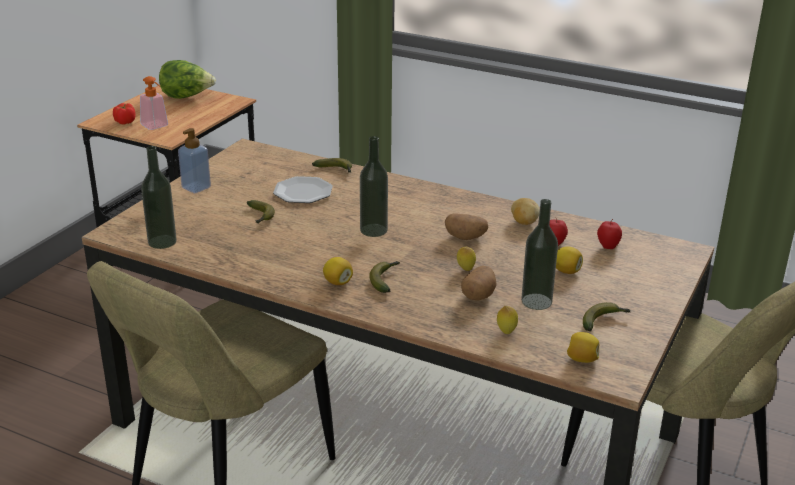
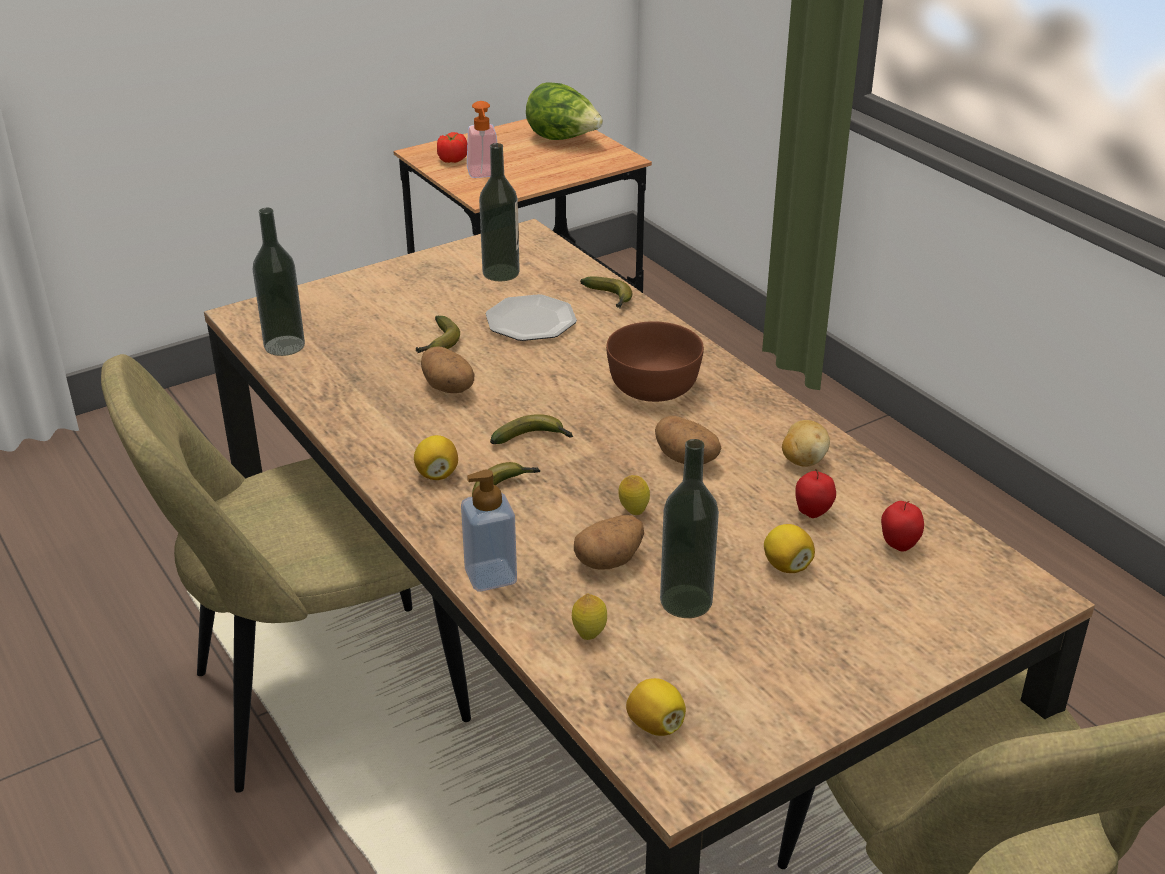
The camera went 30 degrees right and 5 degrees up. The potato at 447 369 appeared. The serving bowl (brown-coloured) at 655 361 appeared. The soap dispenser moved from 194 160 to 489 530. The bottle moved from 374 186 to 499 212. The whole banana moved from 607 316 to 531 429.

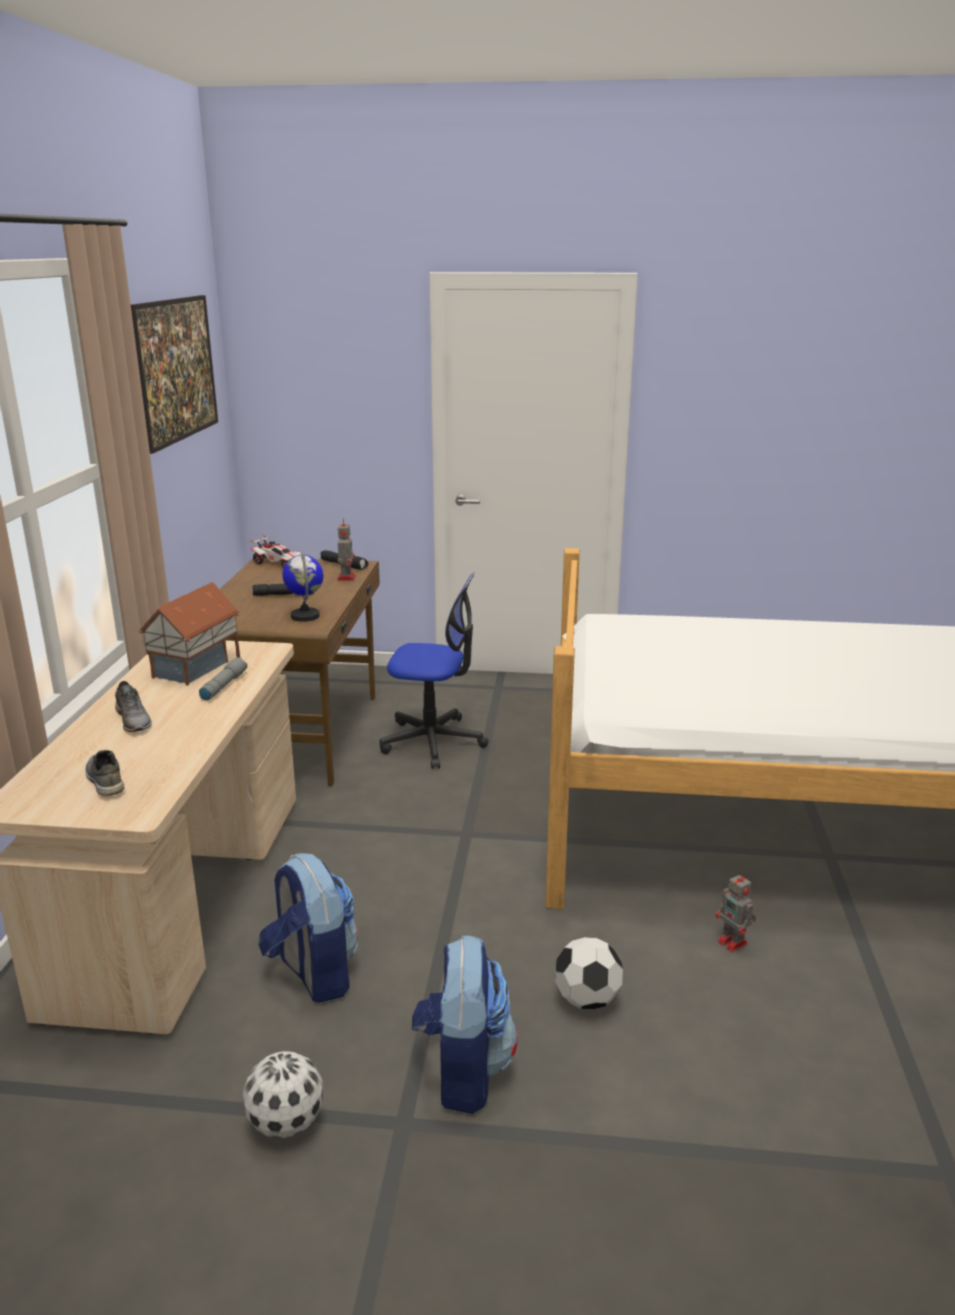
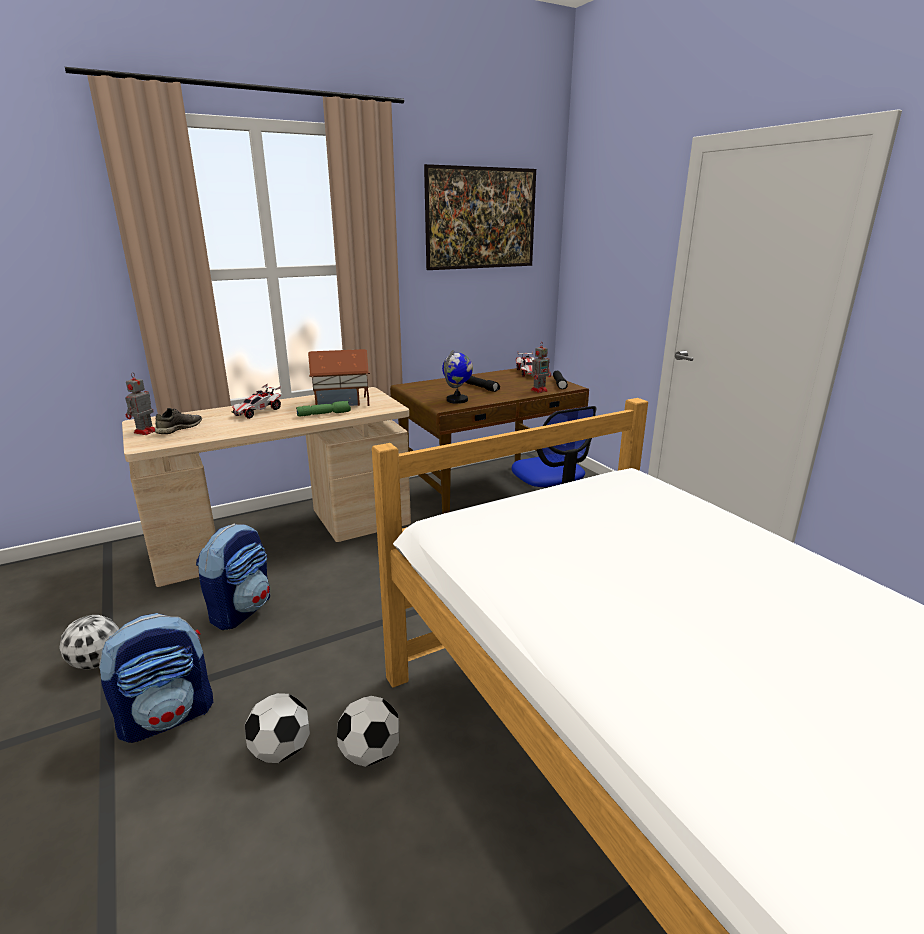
The camera went 55 degrees right and 0 degrees up. The football ball at 368 731 appeared. The model robot moved from 736 911 to 140 403. The item of footwear (grey) at 133 706 was replaced by the model car at 256 401. The hand torch (grey) at 223 678 became the hand torch (green-coloured) at 323 408.

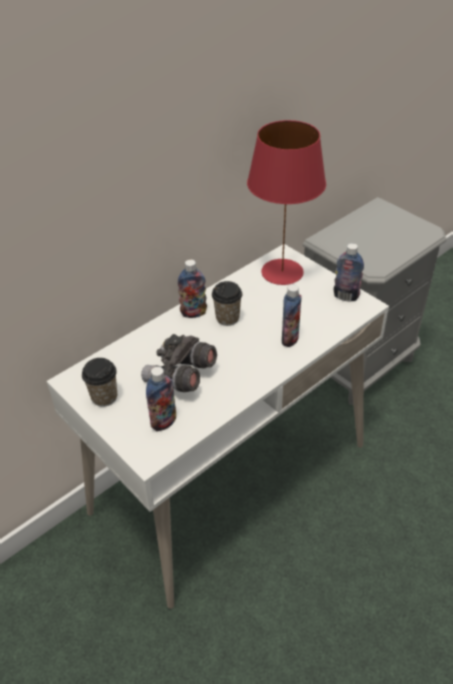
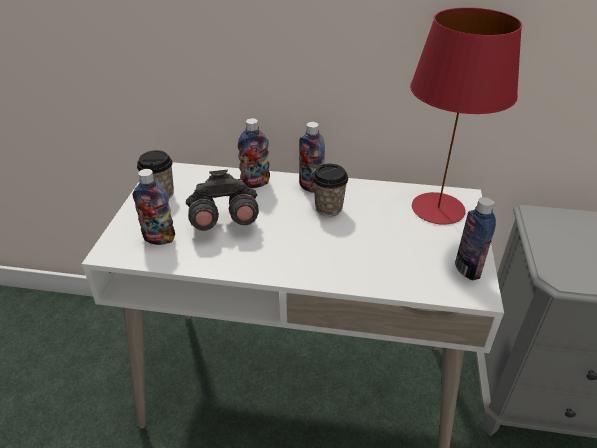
The camera went 50 degrees right and 5 degrees down. The bottle moved from 292 316 to 254 153.

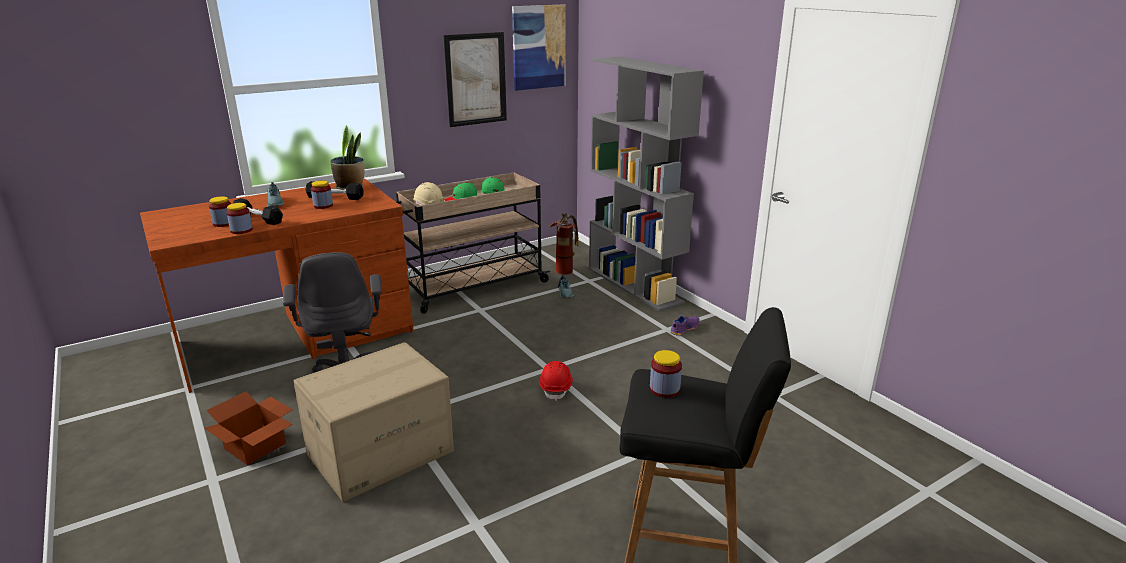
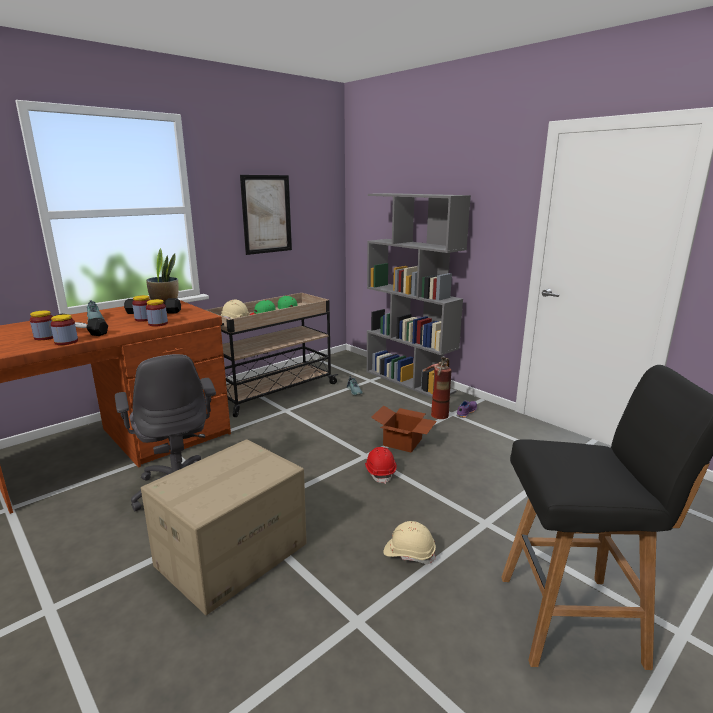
The camera went 10 degrees left and 5 degrees down. The wall picture at 539 47 disappeared. The safety helmet (sand-coloured) at 409 542 appeared. The packing box moved from 248 428 to 404 428. The fire-fighting cylinder moved from 564 244 to 437 387. The storage jar moved from 666 374 to 157 313.

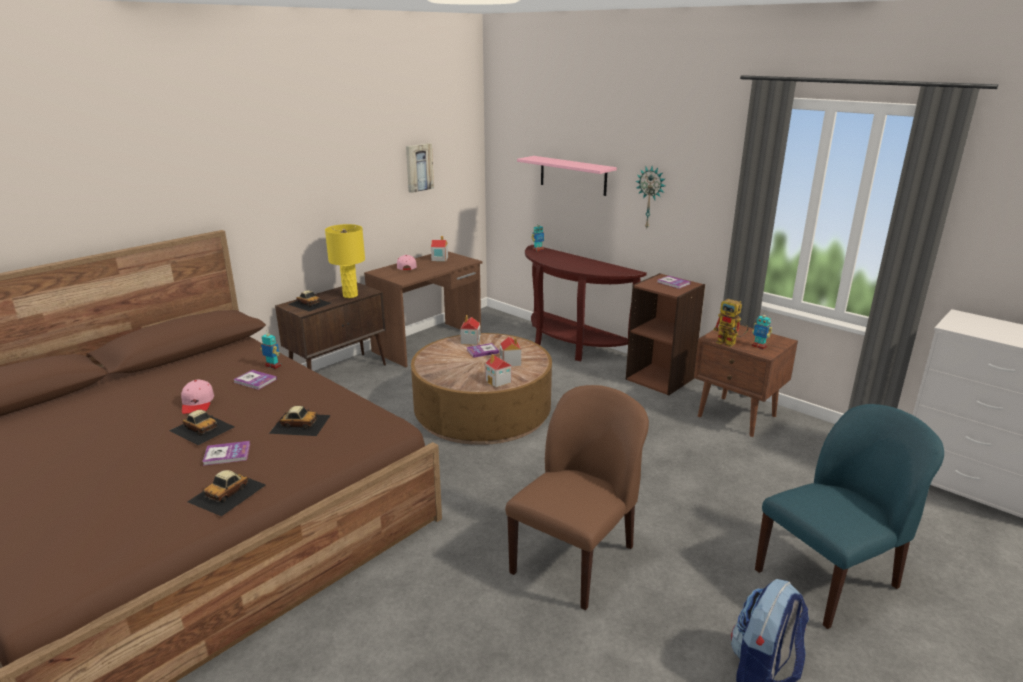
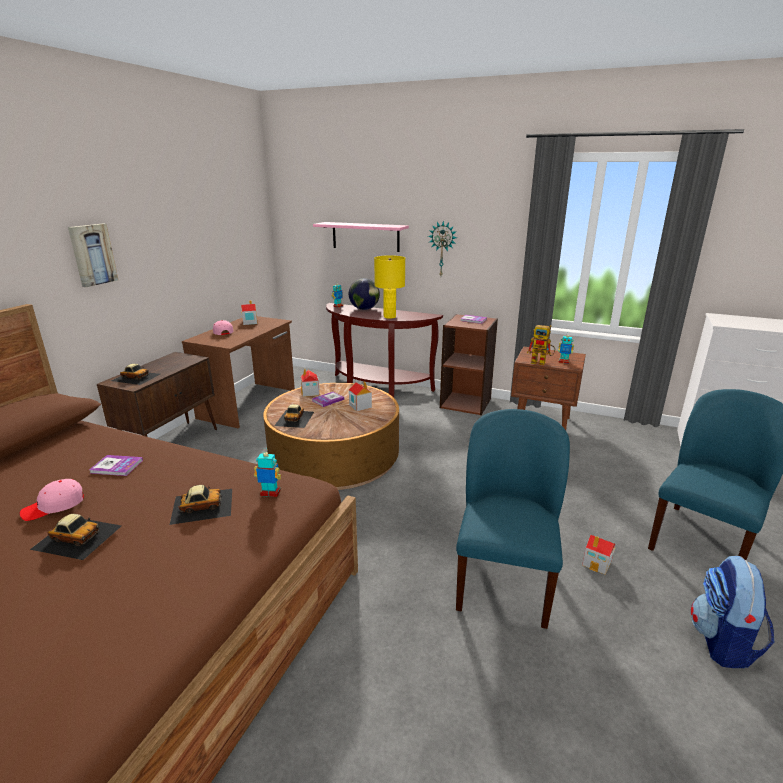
The camera went 20 degrees left and 0 degrees up. The bound book at 226 453 disappeared. The globe at 364 294 appeared. The model car moved from 226 493 to 294 416. The model robot moved from 271 350 to 267 472. The tabletop lamp (yellow-coloured) moved from 345 261 to 389 287. The wall picture moved from 420 168 to 93 255. The model house moved from 498 370 to 598 555. The plain chair (brown-coloured) at 577 497 became the plain chair (blue) at 513 519. The cap (pink) at 197 397 turned 90 degrees clockwise.

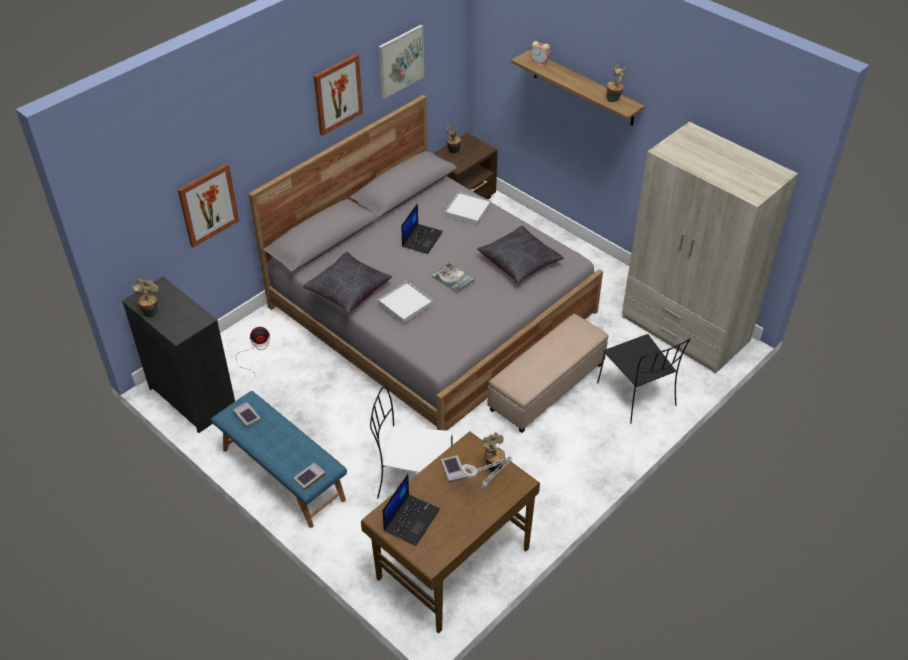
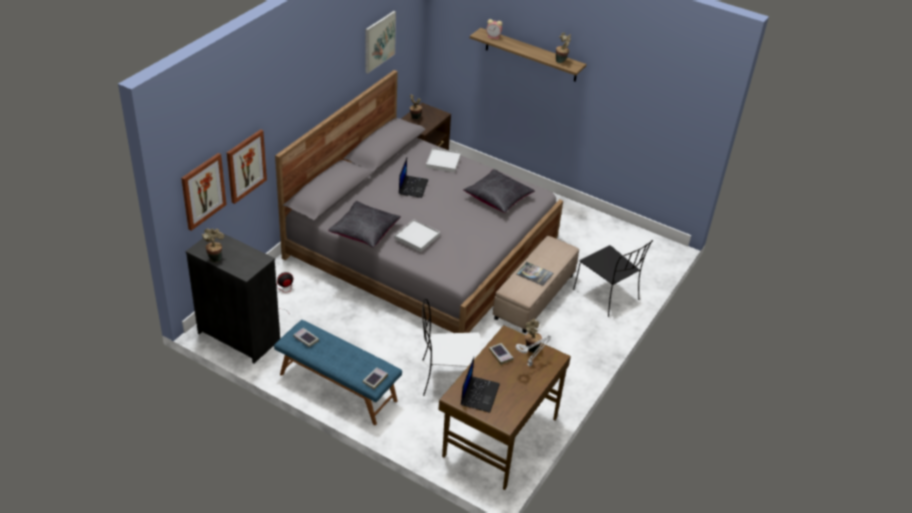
The camera went 15 degrees left and 5 degrees down. The clothes cupboard (sand-coloured) at 710 248 disappeared. The wall picture moved from 338 95 to 204 192. The bound book moved from 453 278 to 534 274.

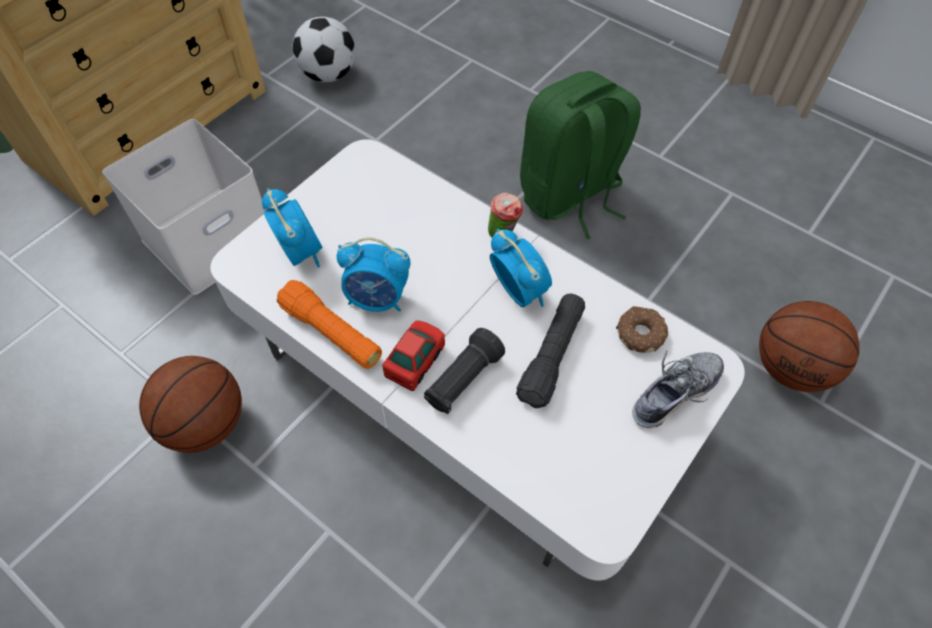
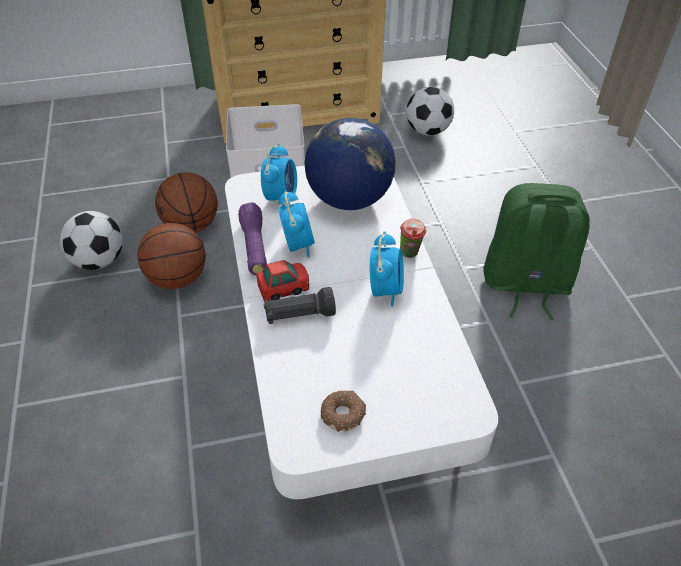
The camera went 40 degrees right and 10 degrees down. The hand torch (black-coloured) at 550 351 disappeared. The item of footwear at 678 389 disappeared. The football ball at 91 240 appeared. The globe at 350 164 appeared. The doughnut moved from 642 329 to 343 411. The ball for basketball moved from 809 346 to 186 202. The hand torch (orange) at 329 324 became the hand torch (purplish) at 252 239. The bedside clock at 373 274 turned 150 degrees counterclockwise.

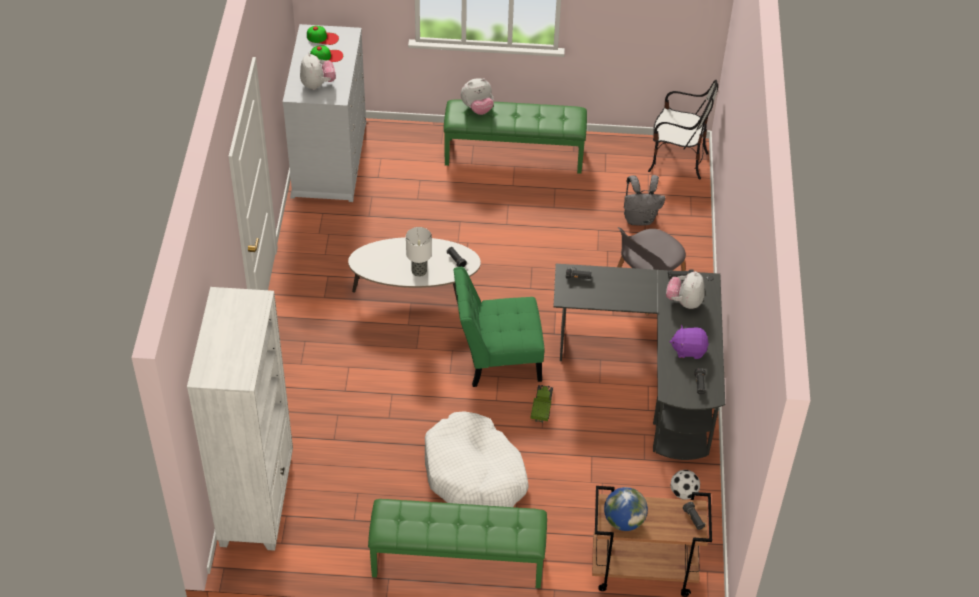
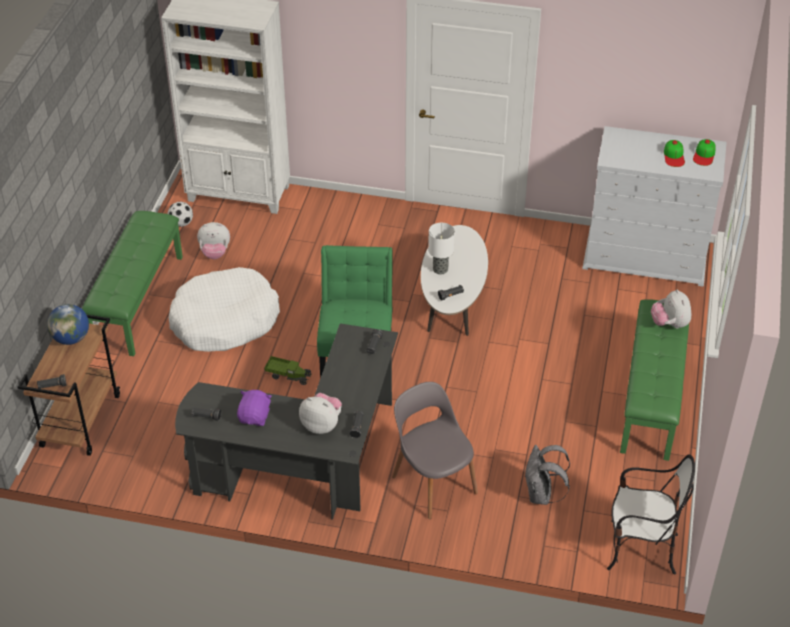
The camera went 100 degrees right and 5 degrees down. The plush toy moved from 318 71 to 213 240. The football ball moved from 685 485 to 180 214. The plain chair at 683 129 turned 105 degrees counterclockwise.

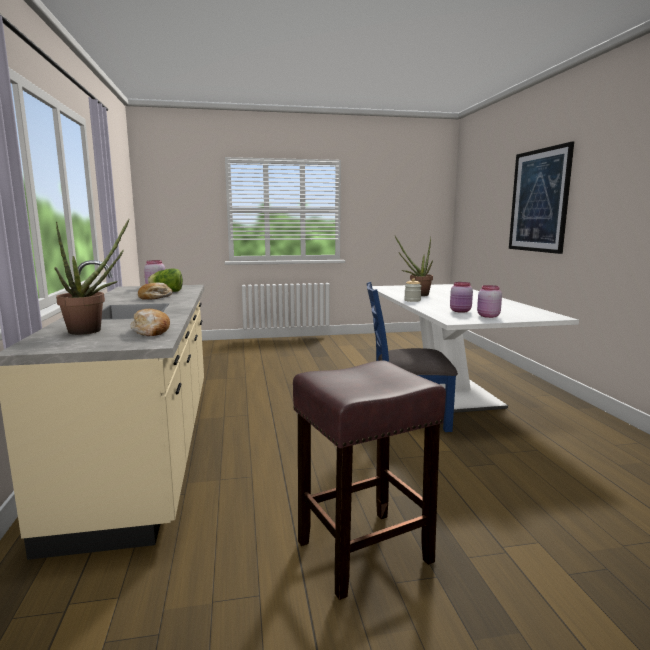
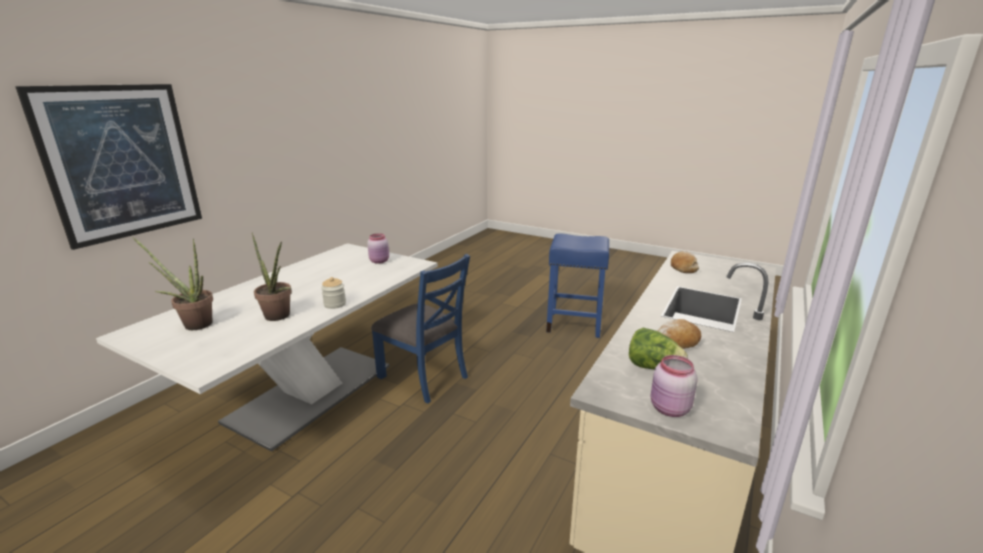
The camera went 140 degrees left and 10 degrees up. The storage jar (pink) at 461 297 disappeared. The potted plant moved from 91 277 to 172 283. The stool (brown-coloured) at 369 480 became the stool (blue) at 577 286.

